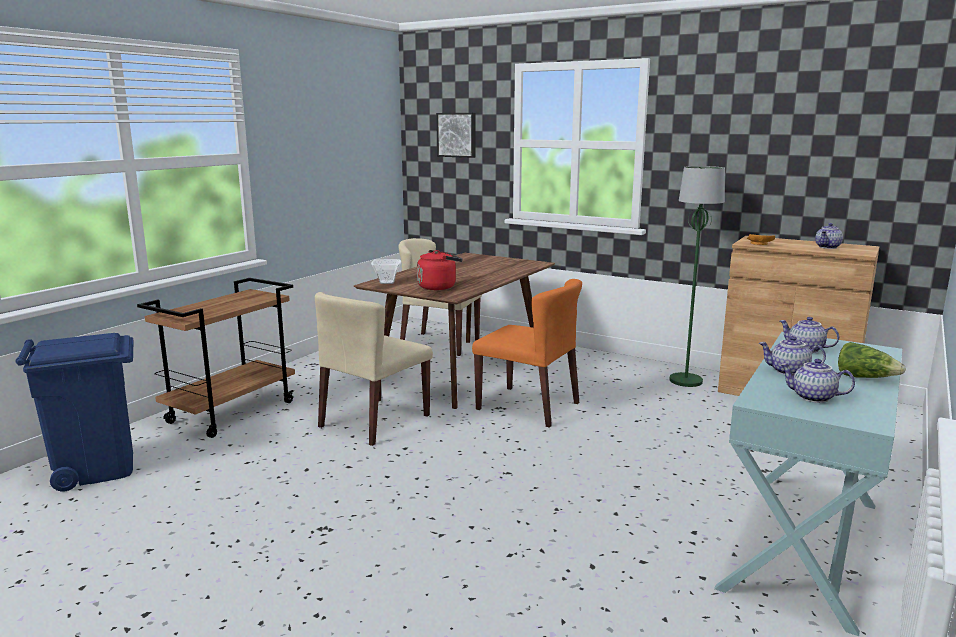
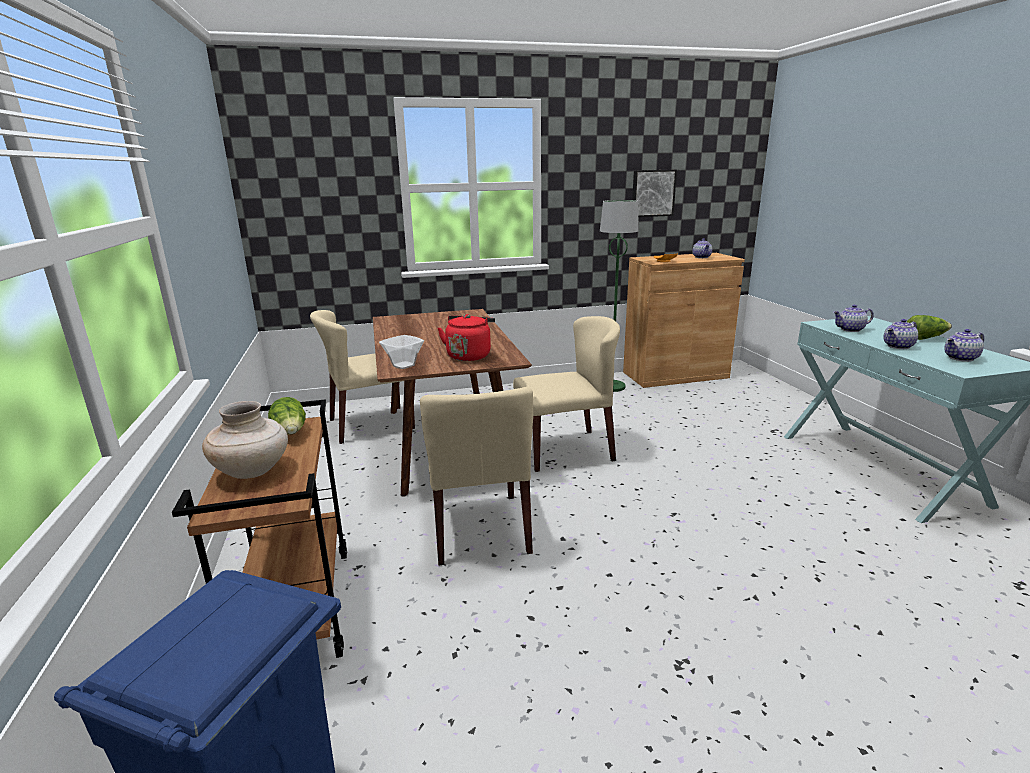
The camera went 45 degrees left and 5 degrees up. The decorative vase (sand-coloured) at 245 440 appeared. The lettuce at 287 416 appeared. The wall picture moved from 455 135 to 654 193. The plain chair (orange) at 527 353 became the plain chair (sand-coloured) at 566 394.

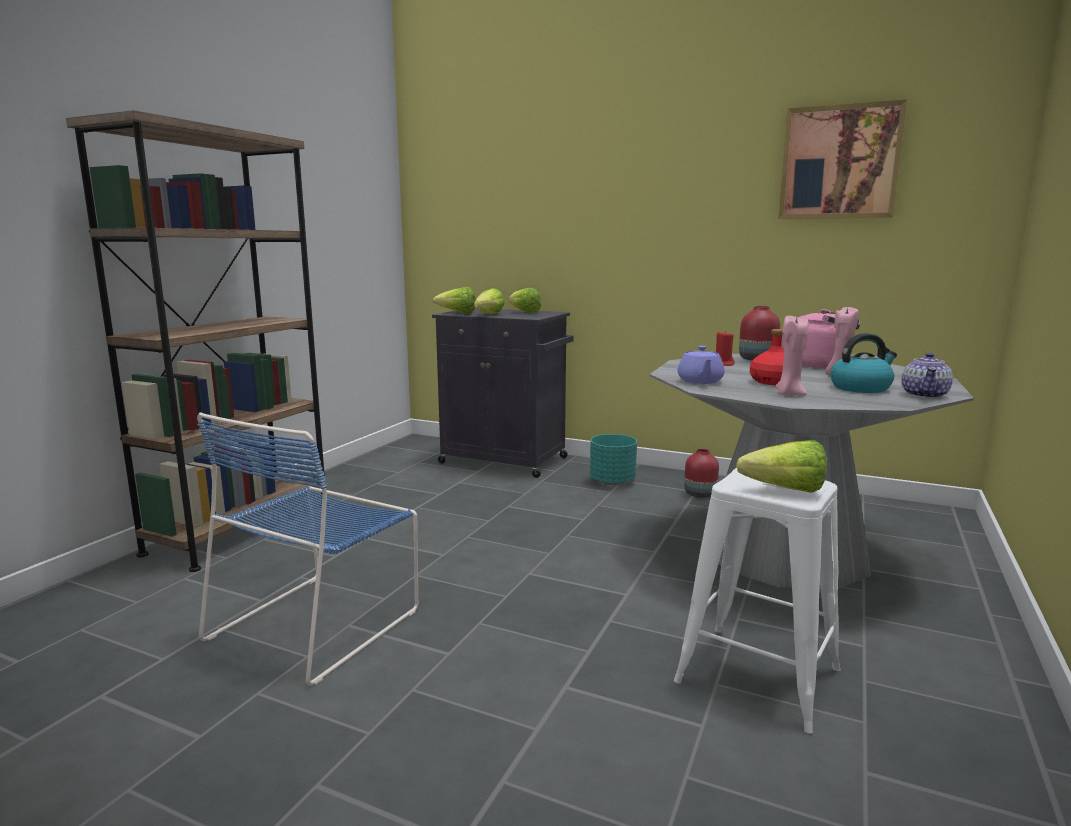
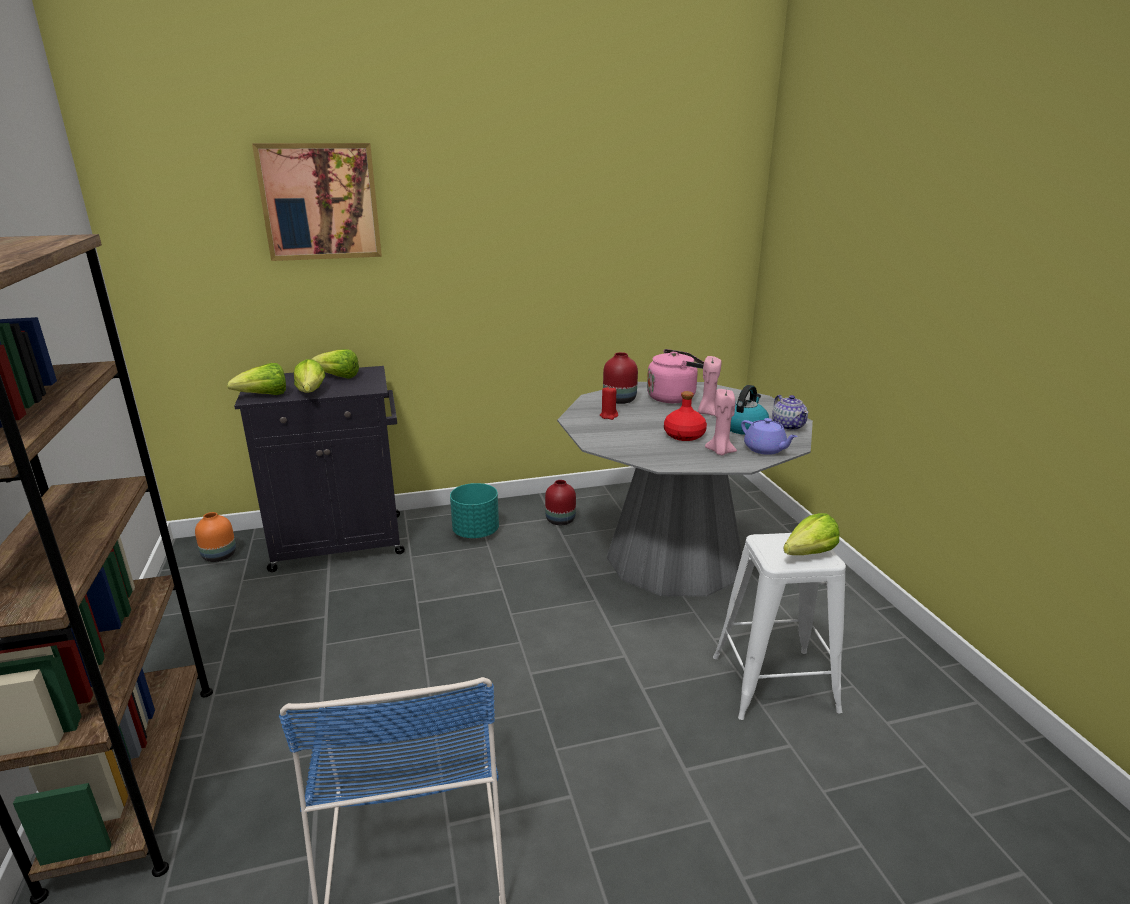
The camera went 40 degrees left and 10 degrees up. The decorative vase (orange) at 215 537 appeared. The teapot (purplish) moved from 700 365 to 769 436. The wall picture moved from 843 159 to 317 202.

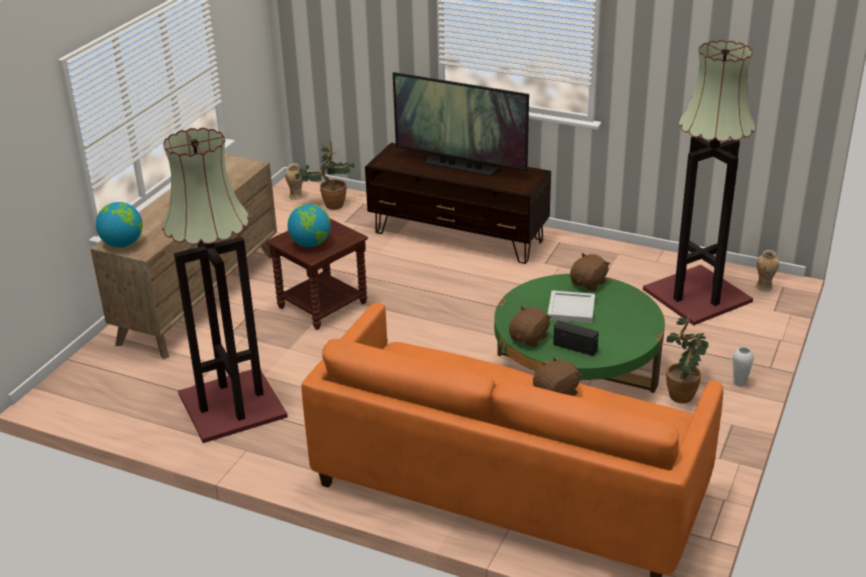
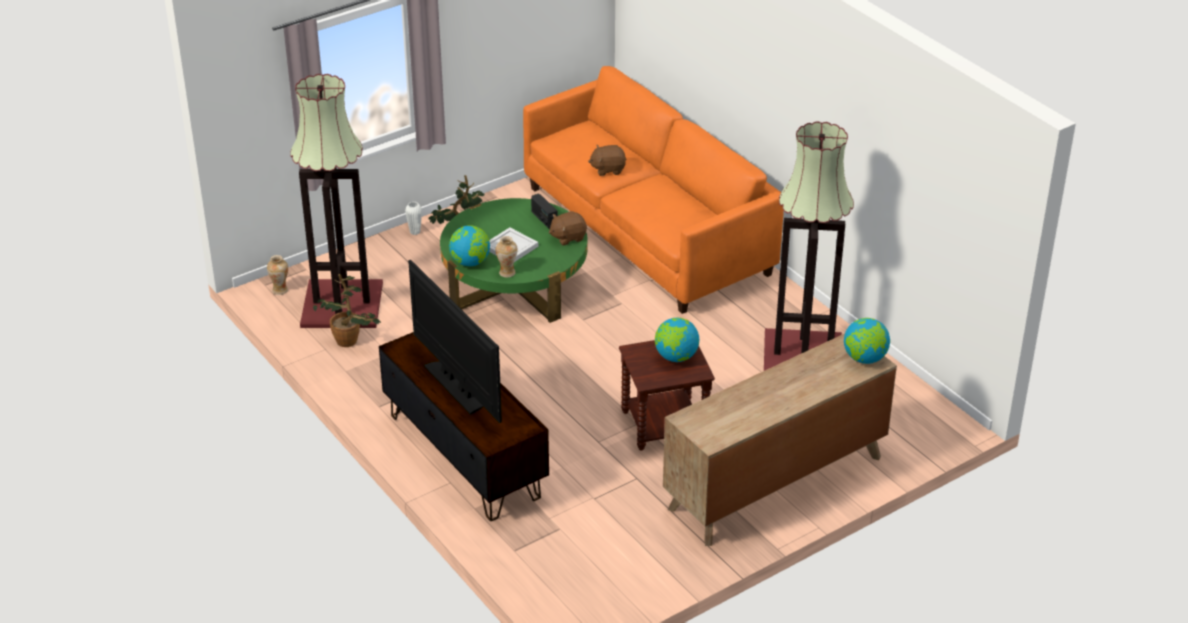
The camera went 150 degrees left and 5 degrees up. The decorative vase moved from 294 181 to 506 257. The potted plant moved from 325 175 to 347 310. The plush toy (brown-coloured) at 590 272 was replaced by the globe at 469 245.

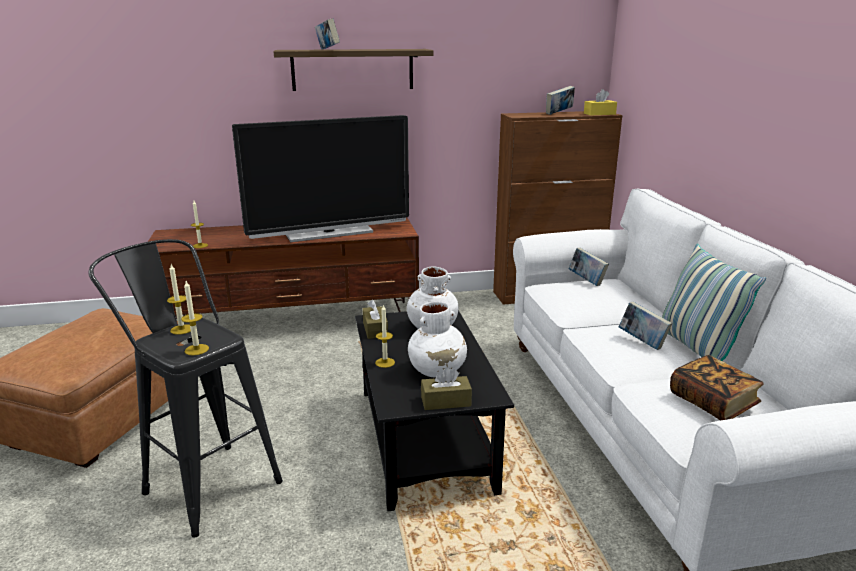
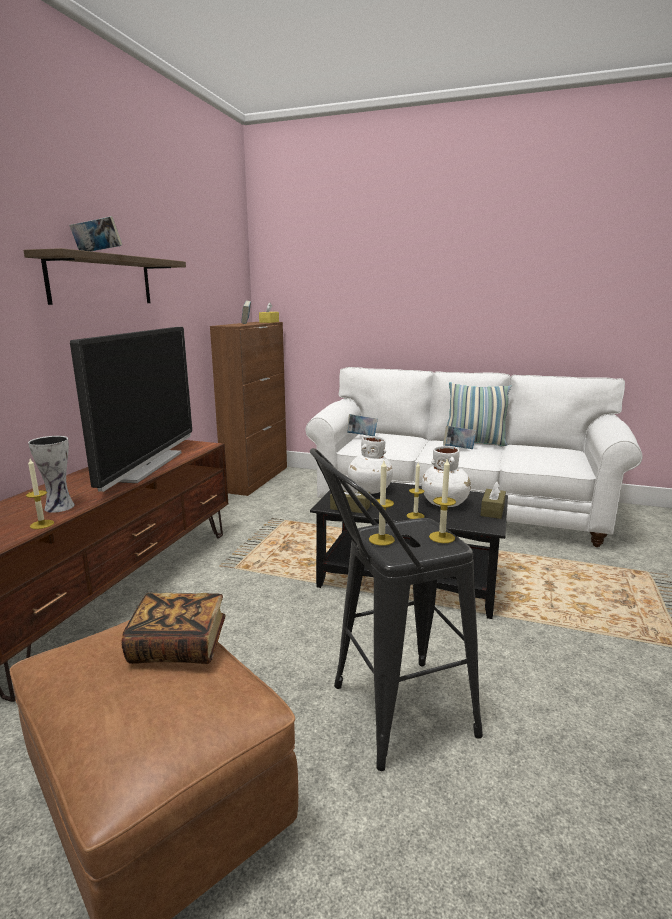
The camera went 60 degrees left and 5 degrees down. The decorative vase at 51 474 appeared. The bound book moved from 717 388 to 173 628.

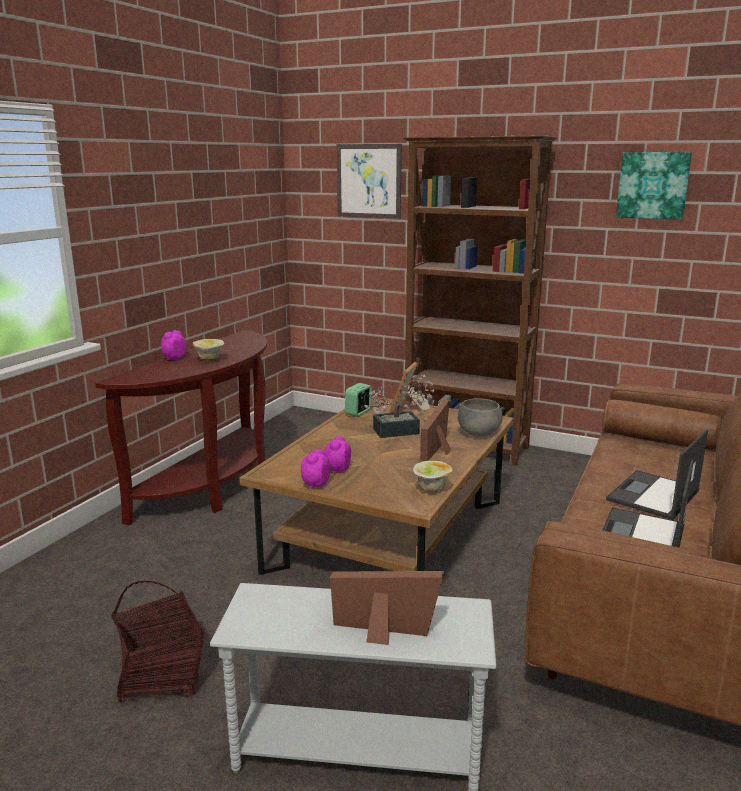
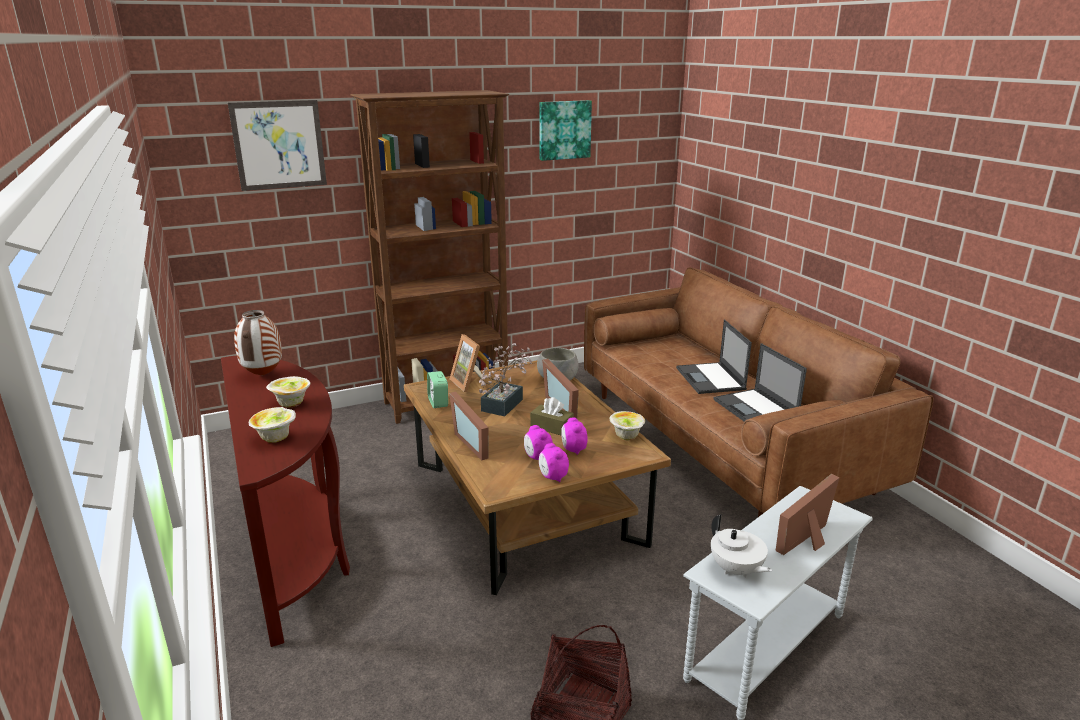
The camera went 50 degrees left and 5 degrees up. The decorative vase at 258 343 appeared. The serving bowl at 272 425 appeared. The photo frame at 468 426 appeared. The tissue holder (brown-coloured) at 552 416 appeared. The teapot (whitish) at 741 546 appeared. The bedside clock moved from 174 345 to 574 436.

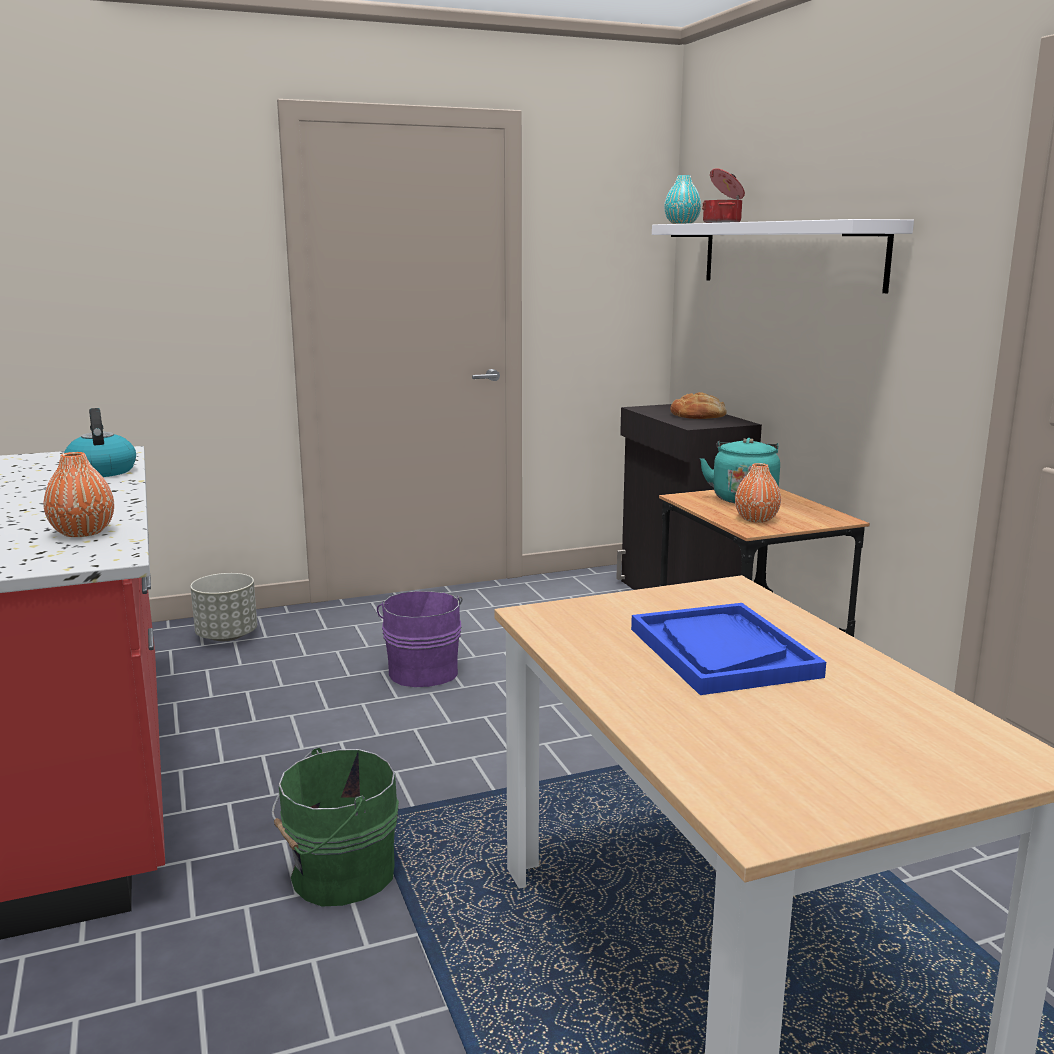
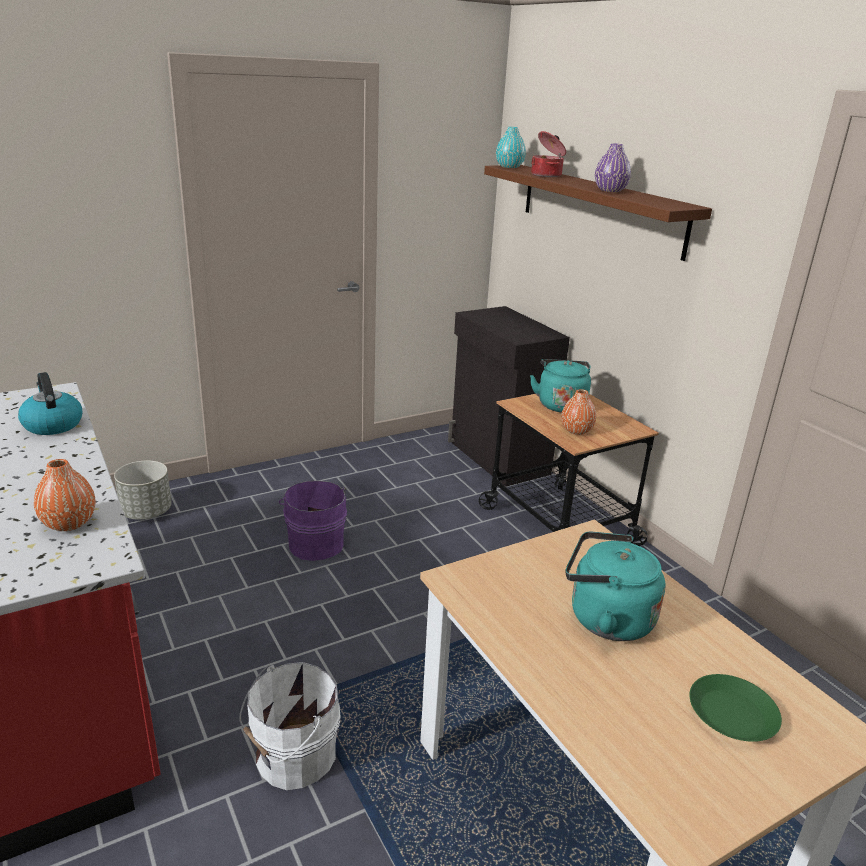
The camera went 10 degrees left and 10 degrees up. The bakery bread at 698 405 disappeared. The decorative vase (purplish) at 613 168 appeared. The plate (green-coloured) at 735 708 appeared. The carrying tray (blue) at 728 649 was replaced by the tea kettle (turquoise-coloured) at 616 586. The bucket (green-coloured) at 335 827 became the bucket (whitish) at 290 726. The wall shelf (whitish) at 783 256 became the wall shelf (brown-coloured) at 598 213.

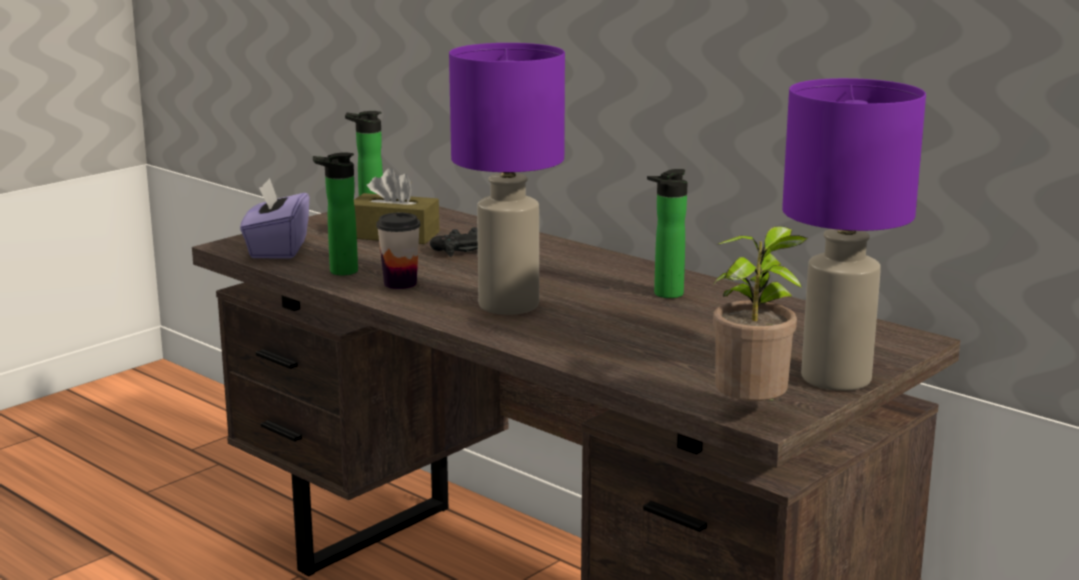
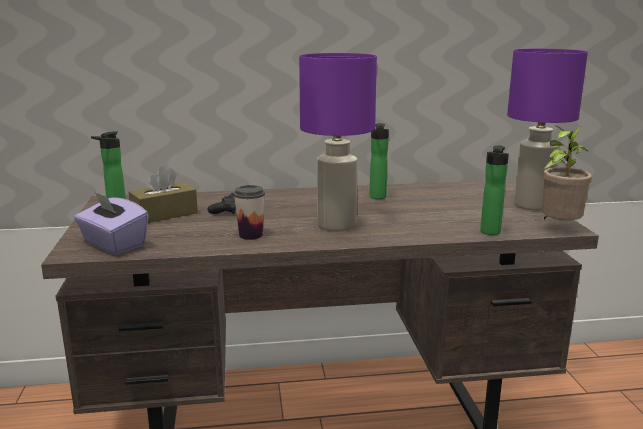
The camera went 50 degrees left and 0 degrees up. The bottle moved from 335 214 to 494 190.

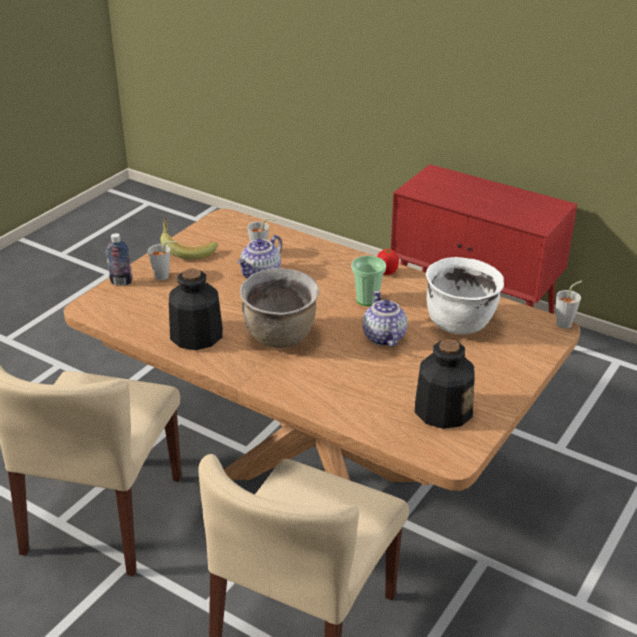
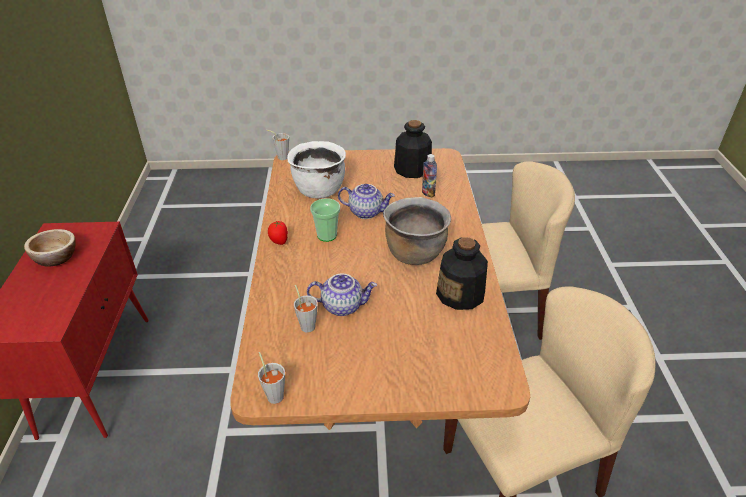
The camera went 125 degrees left and 5 degrees up. The whole banana at 189 239 disappeared. The serving bowl at 50 248 appeared. The bottle moved from 119 259 to 429 176. The drinking cup (grey) moved from 162 260 to 271 378. The teapot at 385 319 turned 120 degrees counterclockwise.

